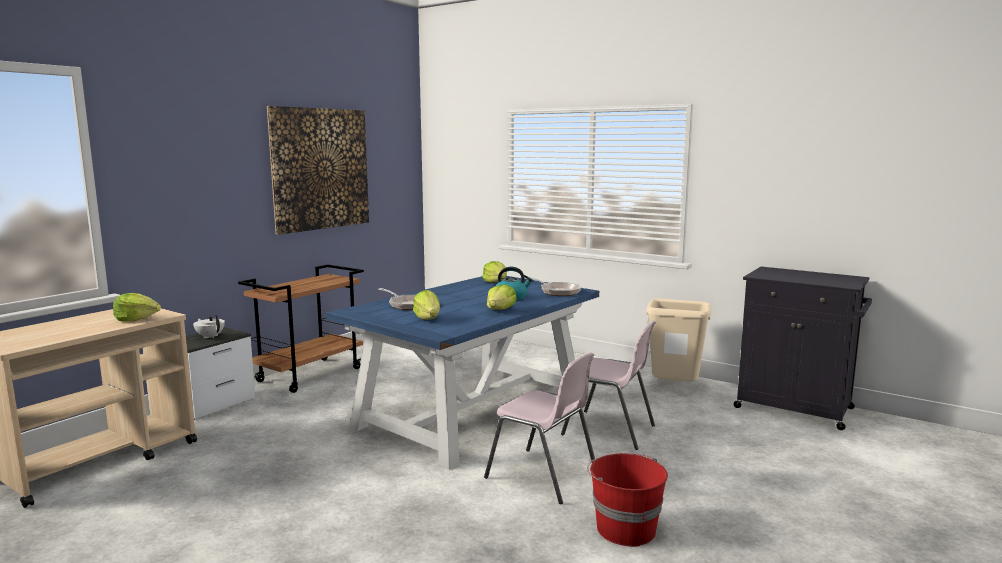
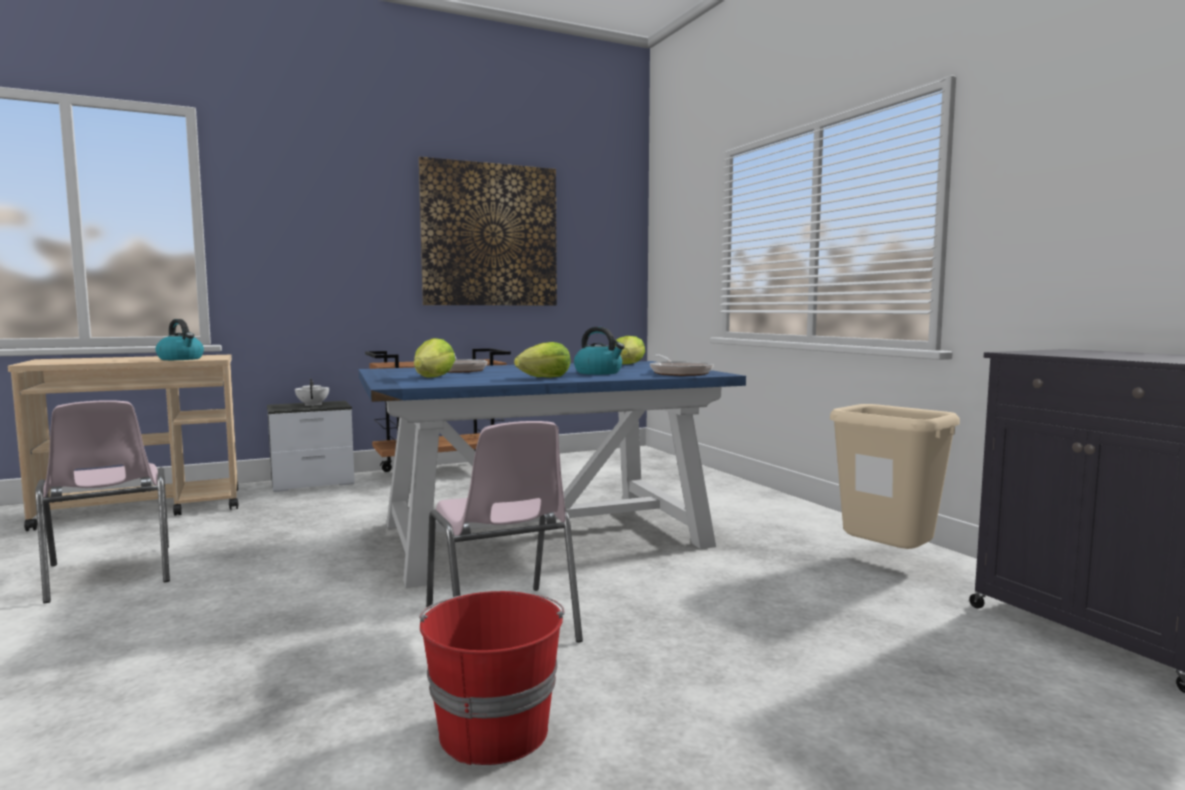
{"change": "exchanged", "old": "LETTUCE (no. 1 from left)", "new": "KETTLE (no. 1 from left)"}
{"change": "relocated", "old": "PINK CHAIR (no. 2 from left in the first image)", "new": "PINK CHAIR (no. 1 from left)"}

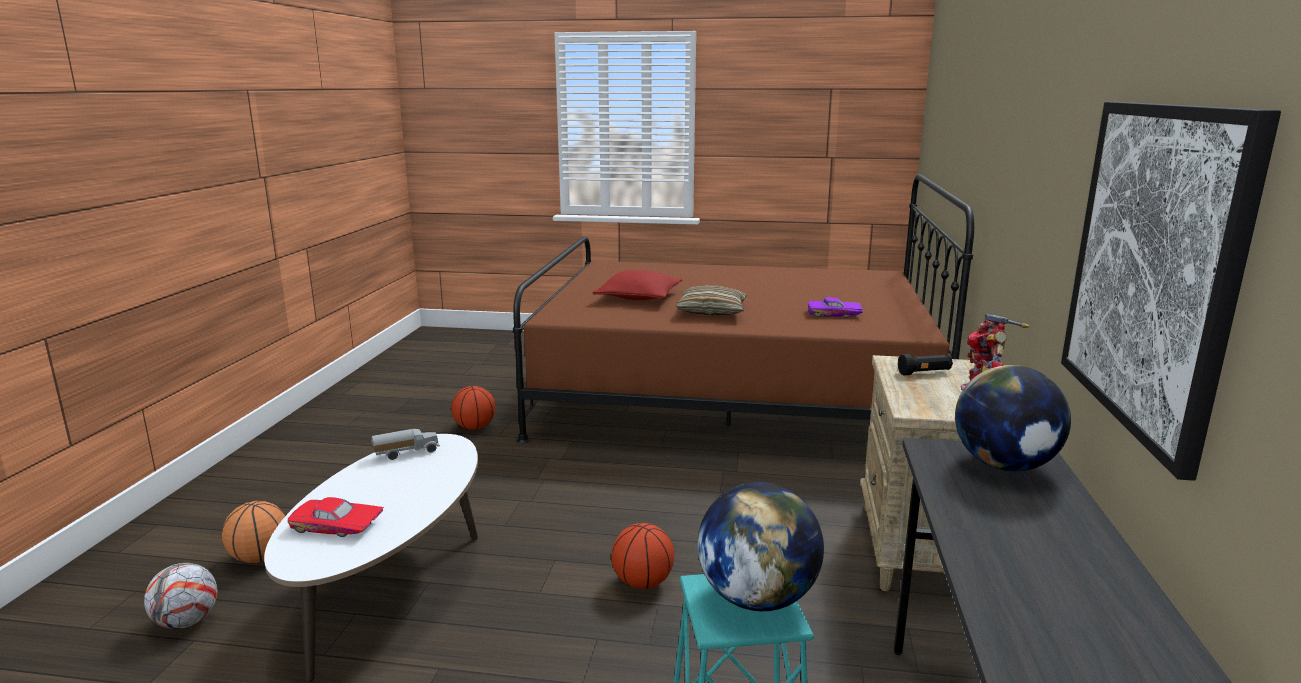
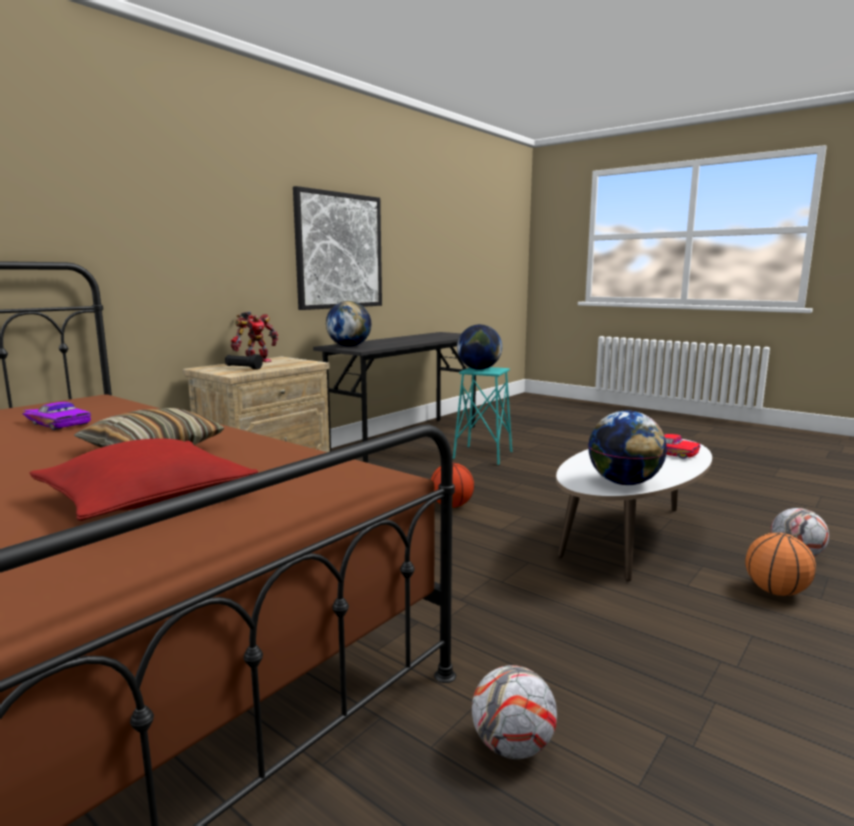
{"change": "exchanged", "old": "TOY TRUCK", "new": "GLOBE (no. 3 from left)"}
{"change": "exchanged", "old": "BASKETBALL (no. 2 from left)", "new": "FOOTBALL (no. 1 from left)"}

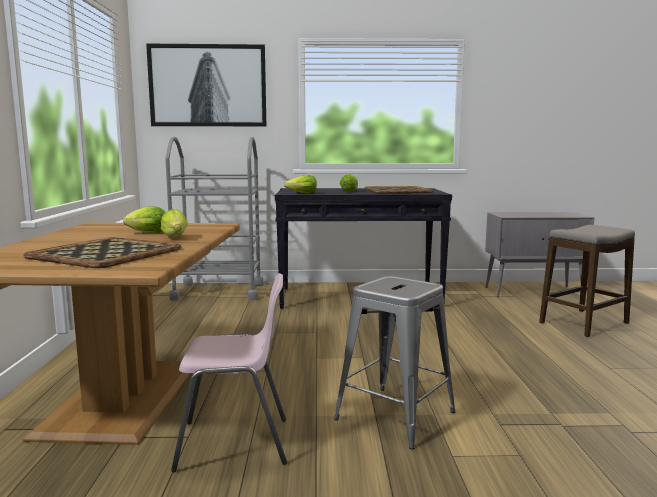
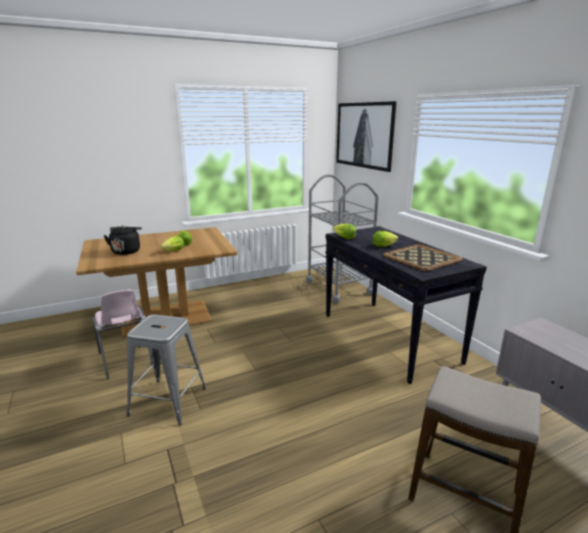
{"change": "exchanged", "old": "TRAY (no. 1 from left)", "new": "BLACK KETTLE"}

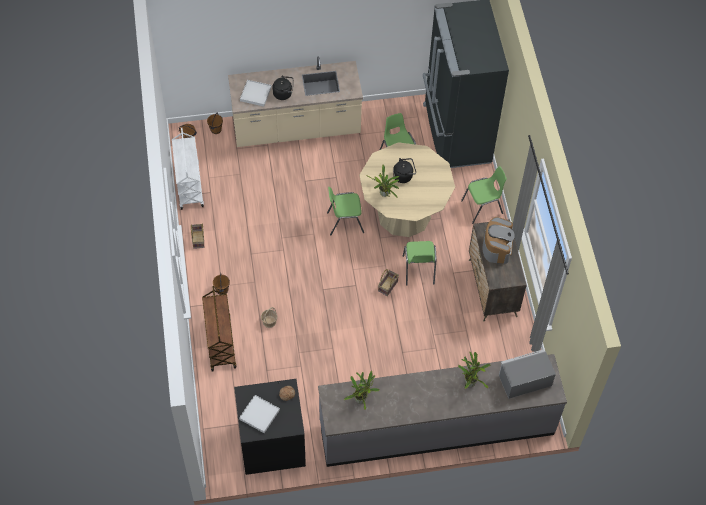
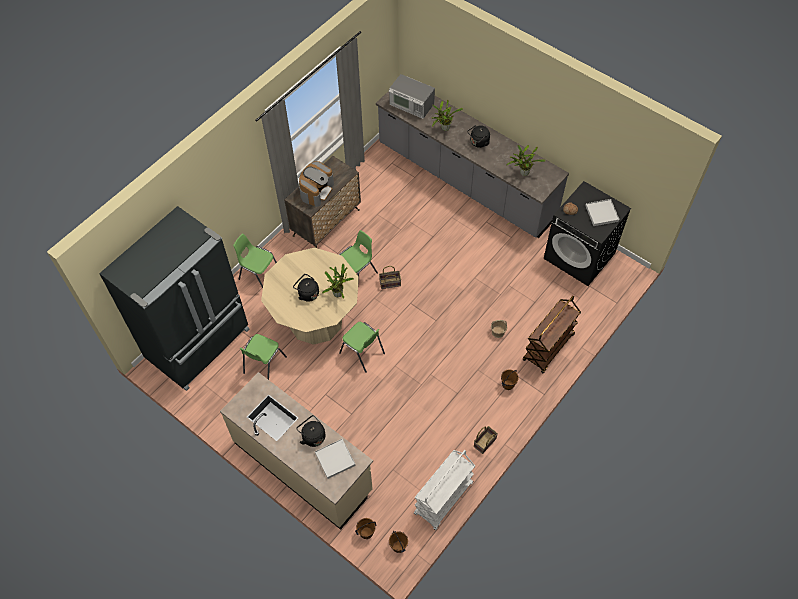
{"change": "spun", "old": "COFFEE MACHINE", "degrees": 150}
{"change": "appeared", "new": "BLACK KETTLE (no. 3 from left)"}

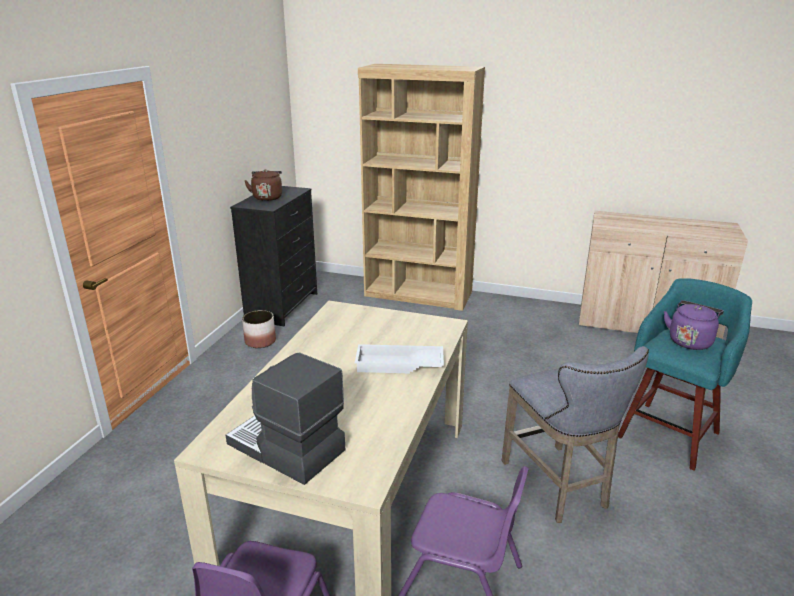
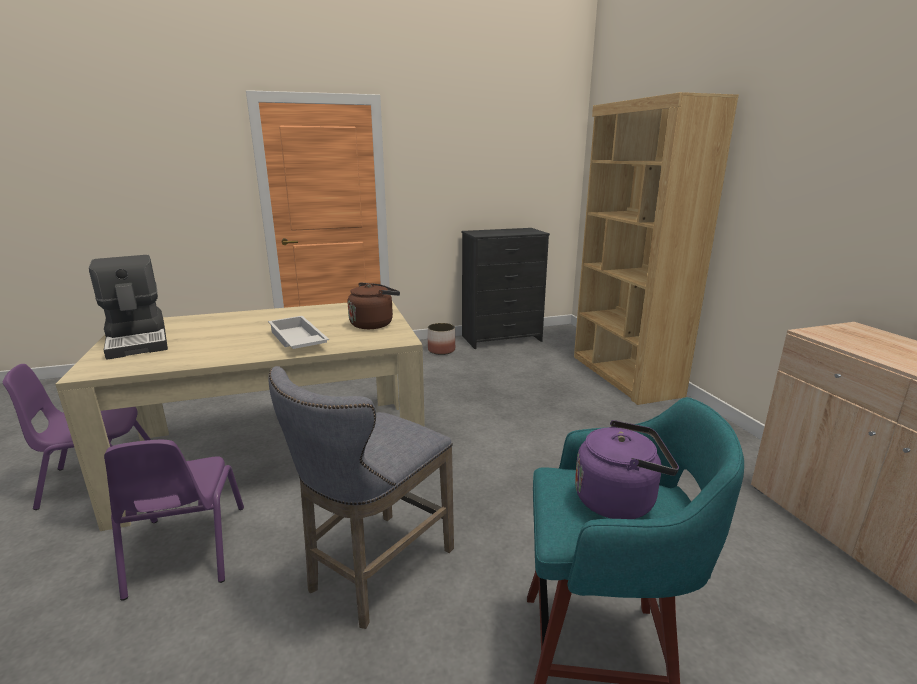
{"change": "spun", "old": "COFFEE MACHINE", "degrees": 150}
{"change": "relocated", "old": "BROWN KETTLE"}

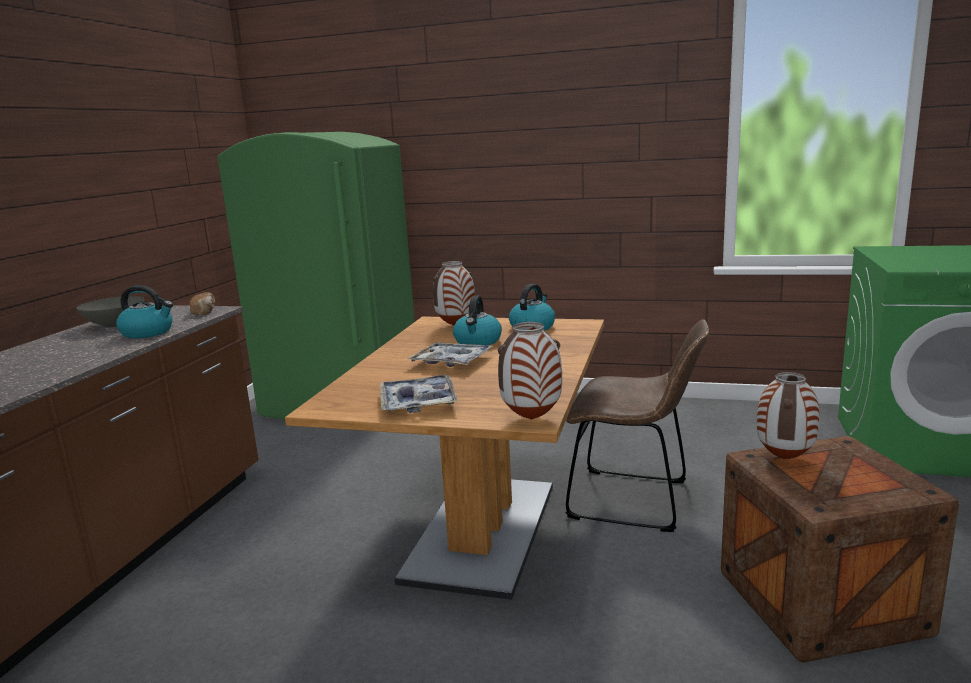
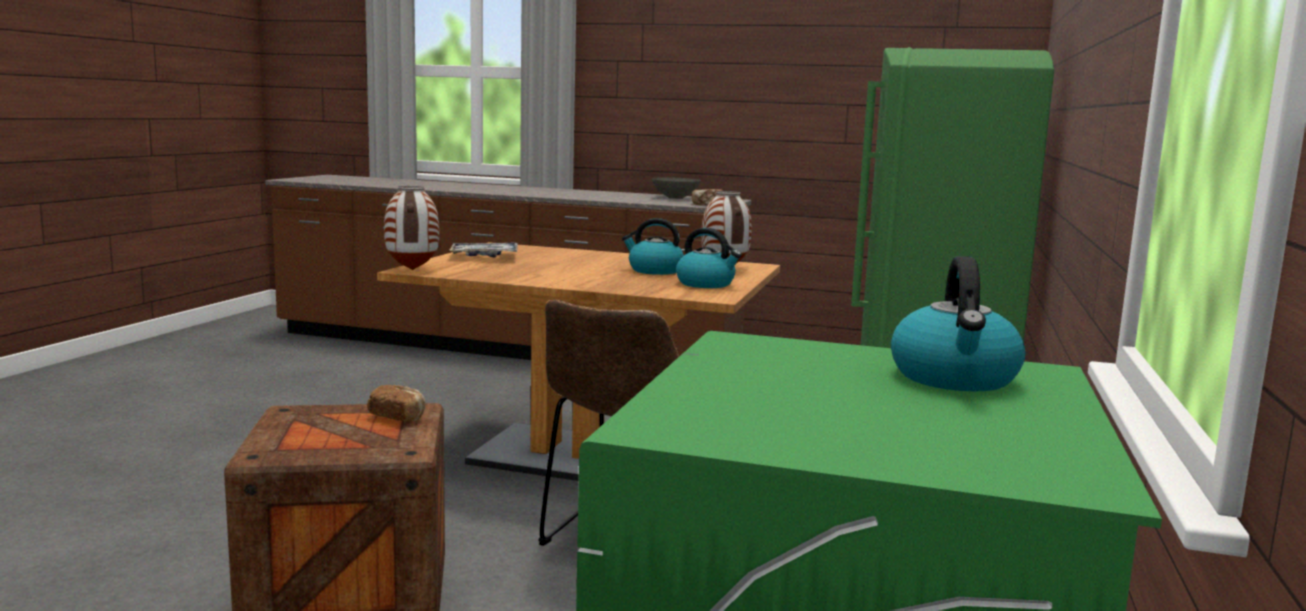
{"change": "relocated", "old": "KETTLE (no. 1 from left in the first image)", "new": "KETTLE (no. 3 from left)"}
{"change": "missing", "old": "TRAY (no. 2 from left)"}
{"change": "exchanged", "old": "VASE (no. 3 from left)", "new": "BREAD (no. 1 from left)"}

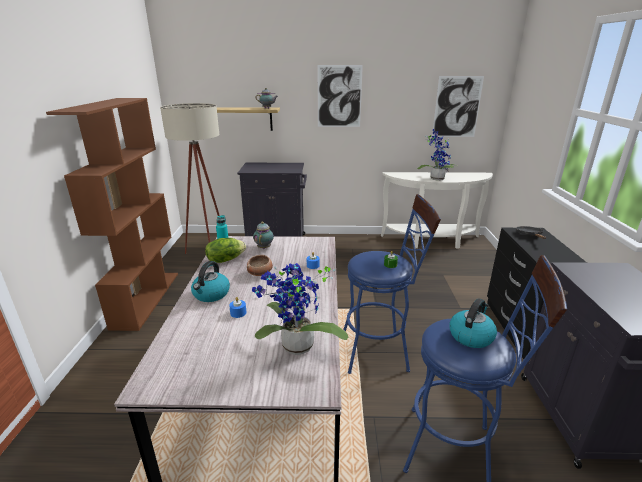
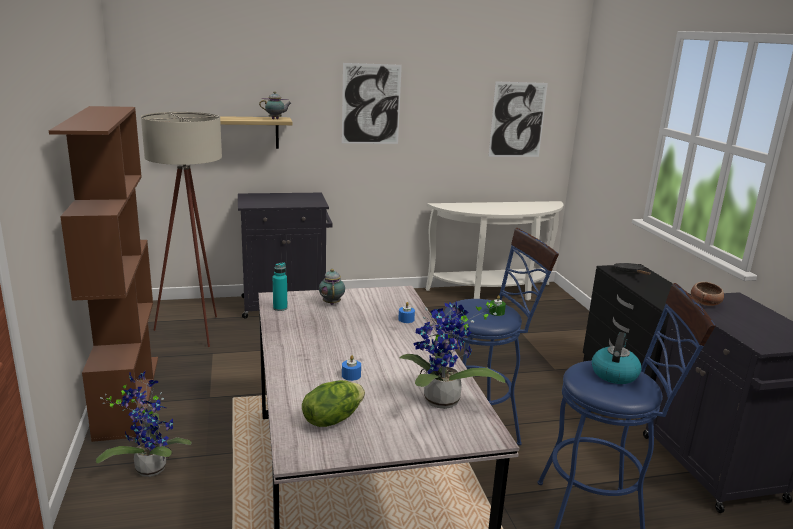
{"change": "missing", "old": "KETTLE (no. 1 from left)"}
{"change": "relocated", "old": "LETTUCE"}
{"change": "relocated", "old": "BOWL"}
{"change": "relocated", "old": "POTTED PLANT (no. 2 from left in the first image)", "new": "POTTED PLANT (no. 1 from left)"}

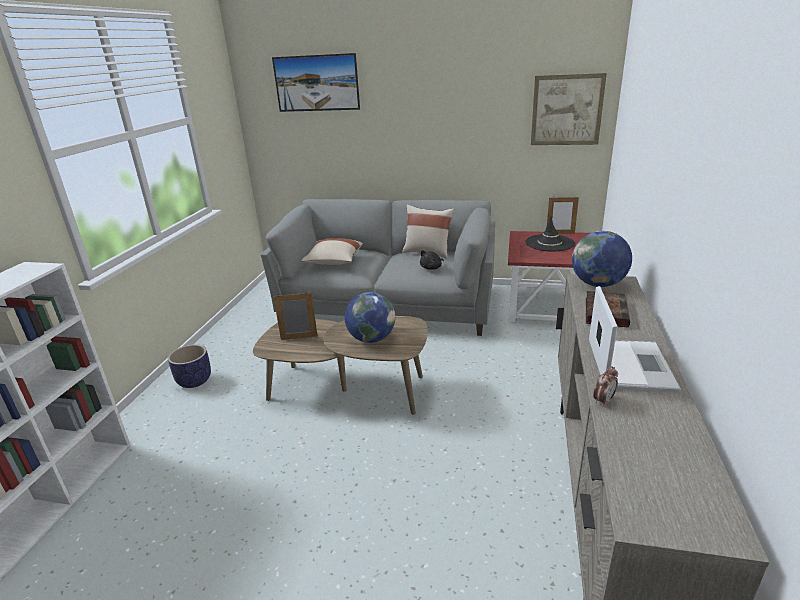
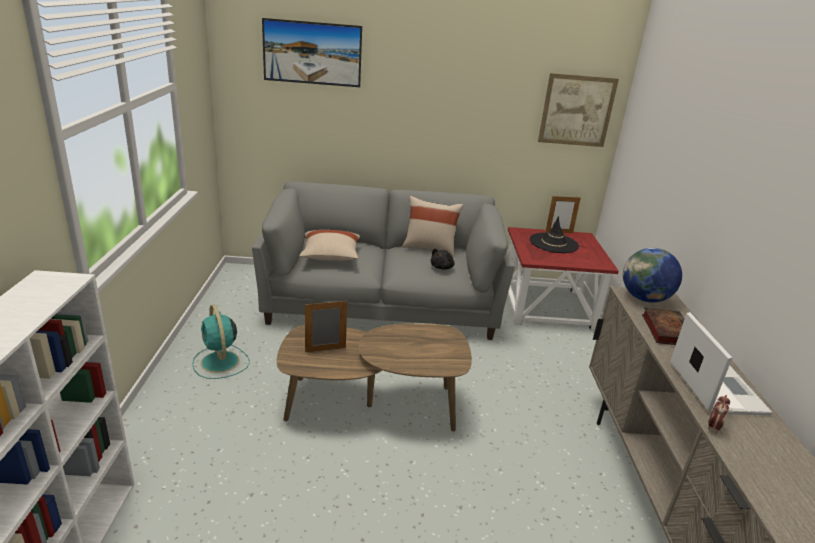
{"change": "missing", "old": "PLANTER"}
{"change": "missing", "old": "GLOBE (no. 1 from left)"}
{"change": "appeared", "new": "TURQUOISE FAN"}

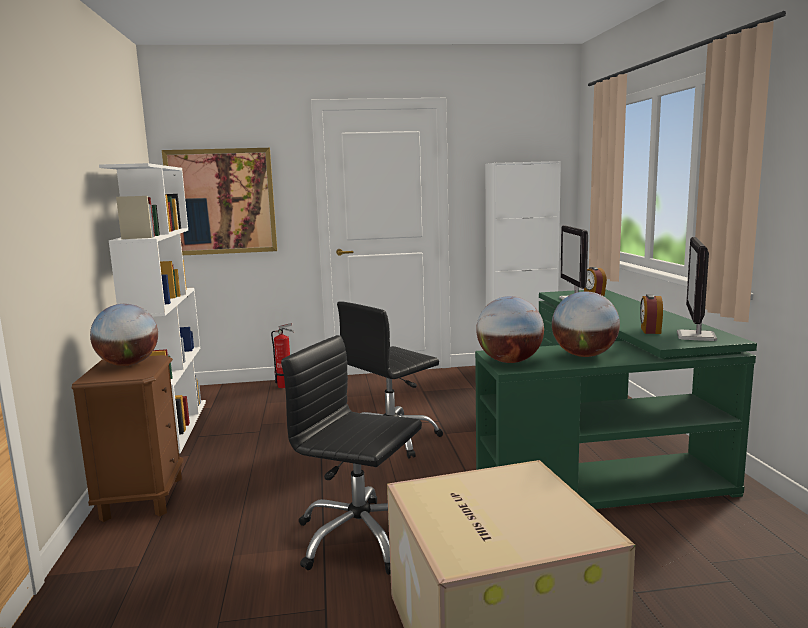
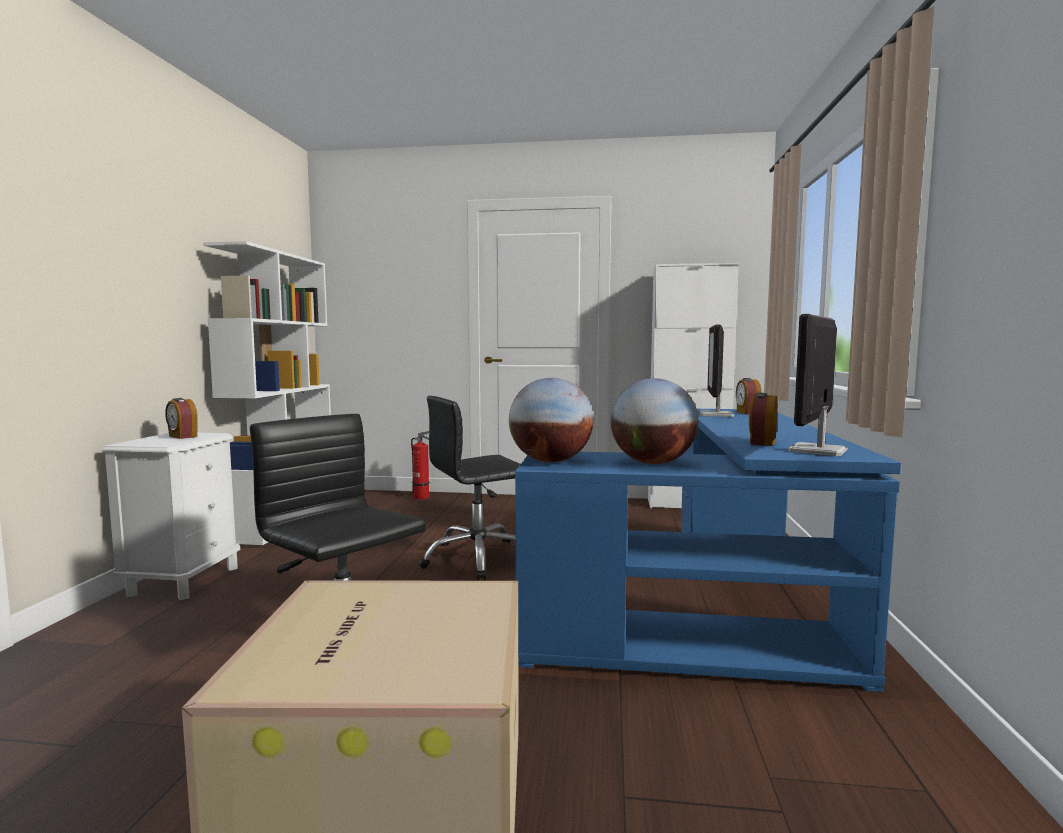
{"change": "colour", "old": "BROWN NIGHTSTAND", "new": "WHITE NIGHTSTAND"}
{"change": "exchanged", "old": "GLOBE (no. 1 from left)", "new": "ALARM CLOCK (no. 1 from left)"}
{"change": "missing", "old": "PICTURE"}
{"change": "colour", "old": "GREEN DESK", "new": "BLUE DESK"}

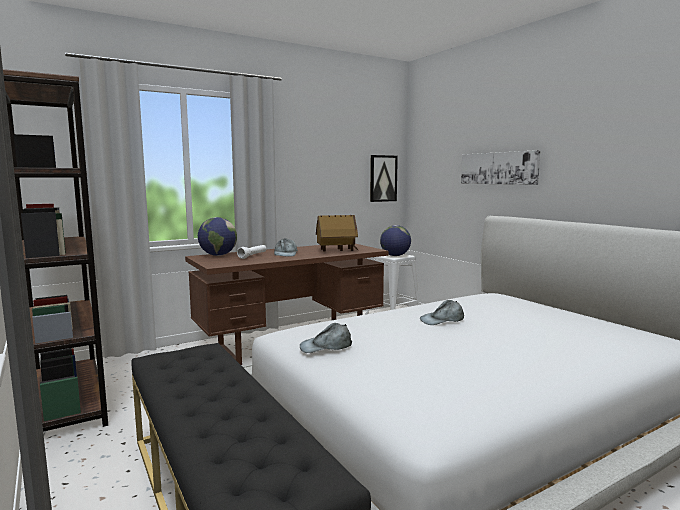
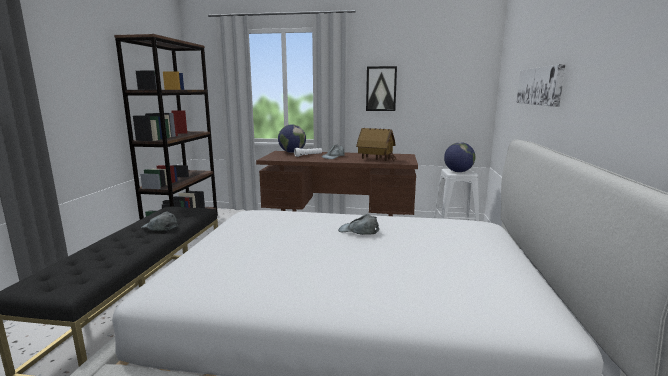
{"change": "relocated", "old": "GREY CAP (no. 2 from left in the first image)", "new": "GREY CAP (no. 1 from left)"}
{"change": "relocated", "old": "PICTURE (no. 1 from left)"}

